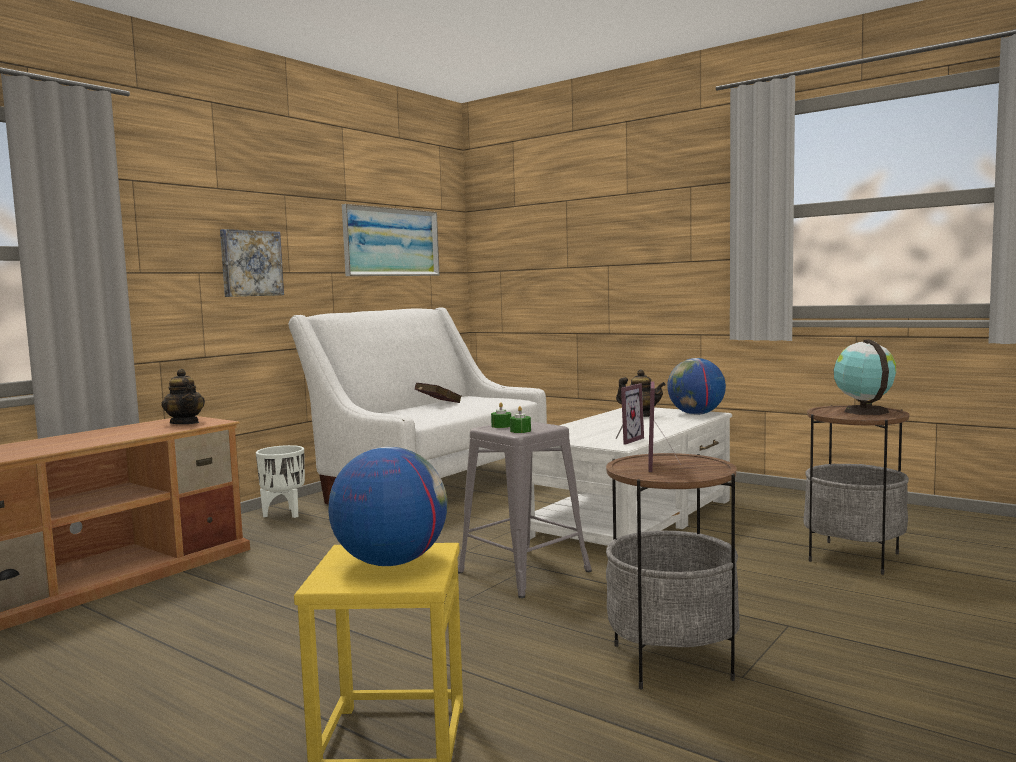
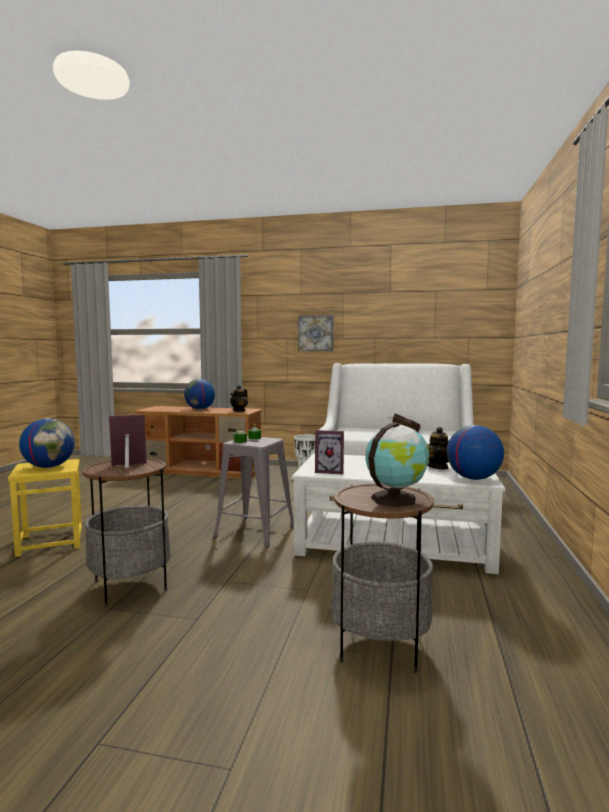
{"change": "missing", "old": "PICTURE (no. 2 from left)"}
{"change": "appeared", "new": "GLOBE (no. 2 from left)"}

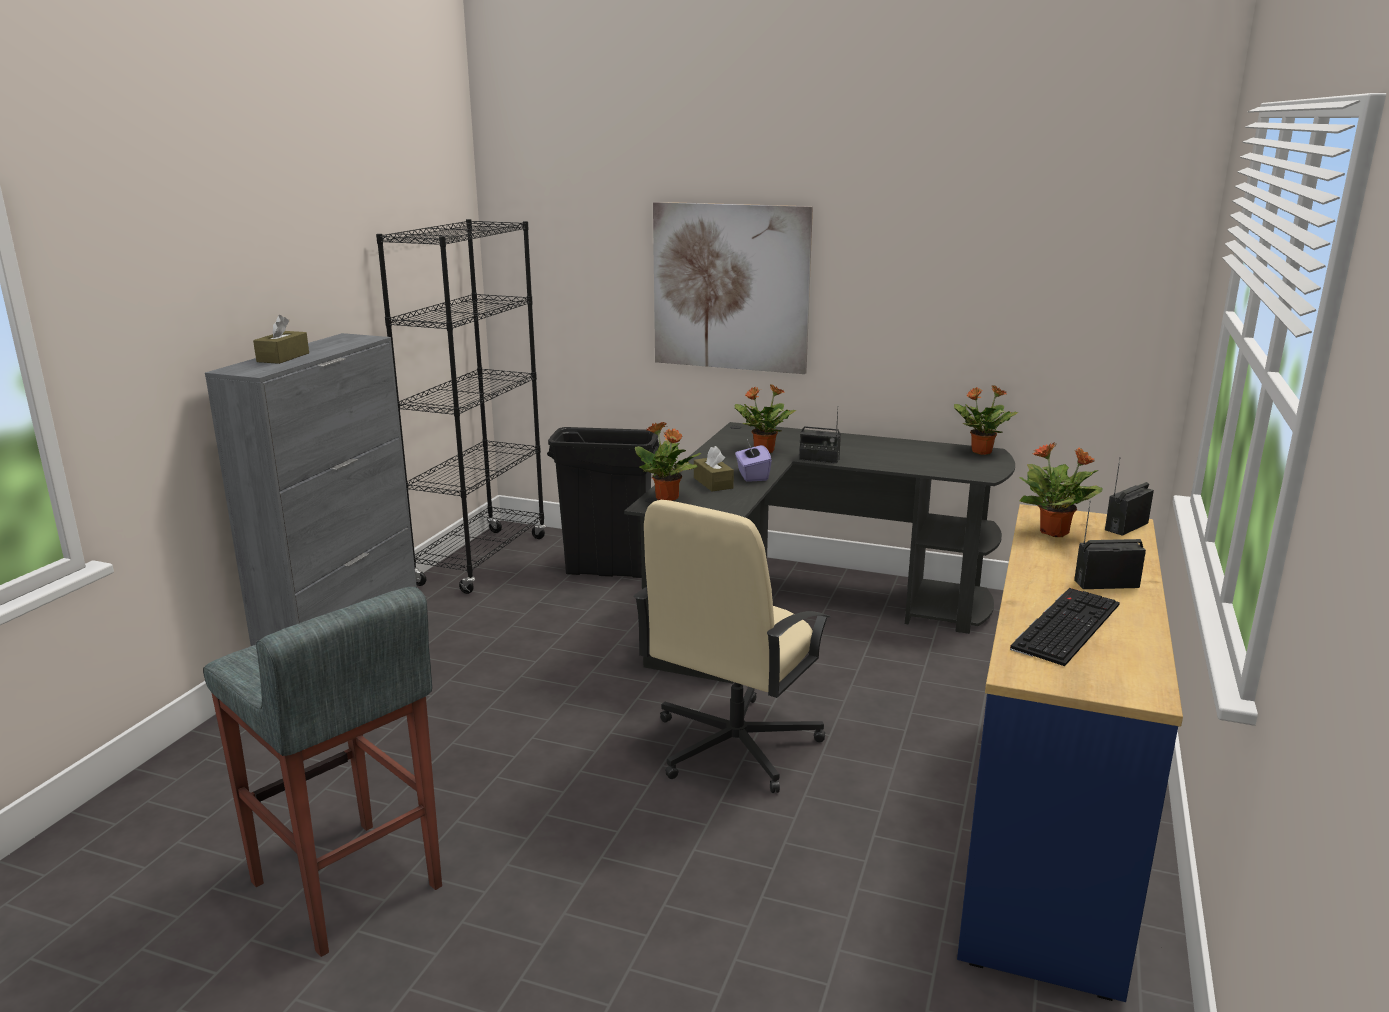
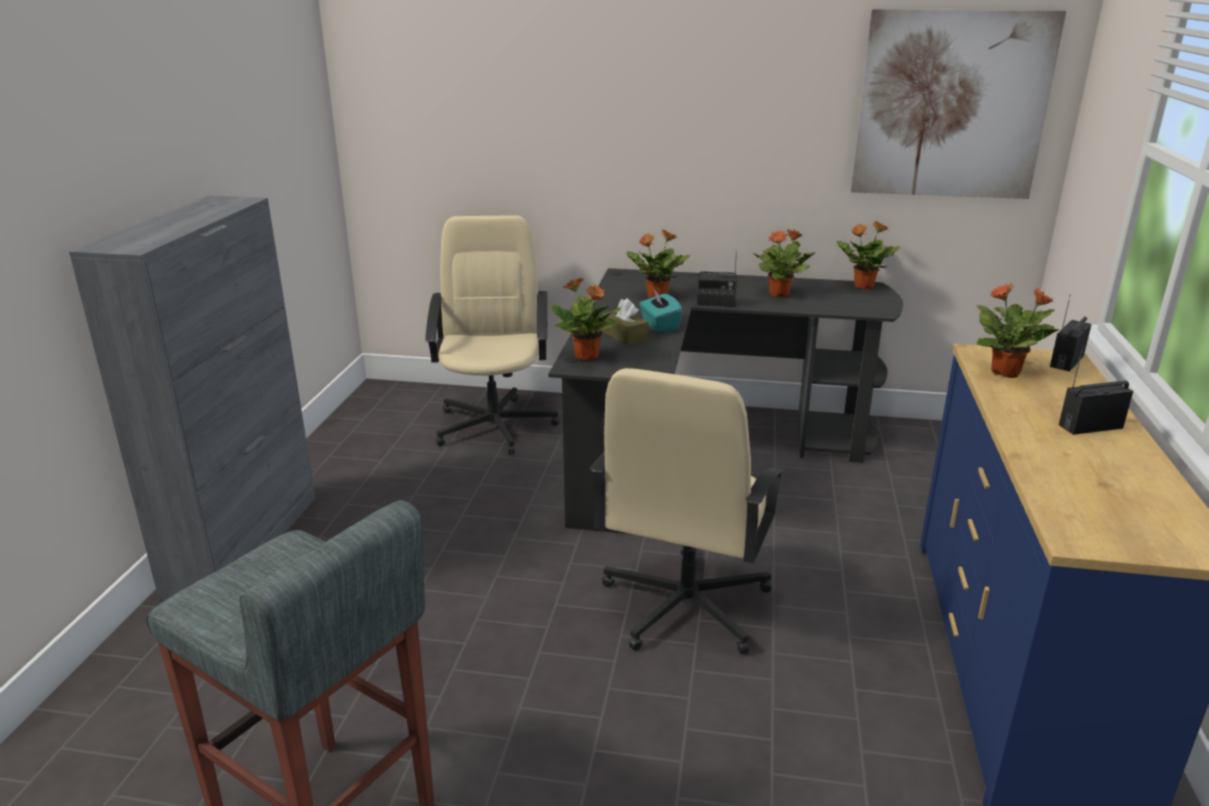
{"change": "missing", "old": "BROWN TISSUE BOX (no. 1 from left)"}
{"change": "missing", "old": "BLACK BOOKCASE"}
{"change": "exchanged", "old": "BLACK TRASH CAN", "new": "BEIGE OFFICE CHAIR (no. 1 from left)"}
{"change": "relocated", "old": "PICTURE"}
{"change": "colour", "old": "PURPLE TISSUE BOX", "new": "TURQUOISE TISSUE BOX"}
{"change": "missing", "old": "KEYBOARD"}
{"change": "appeared", "new": "POTTED PLANT (no. 3 from left)"}

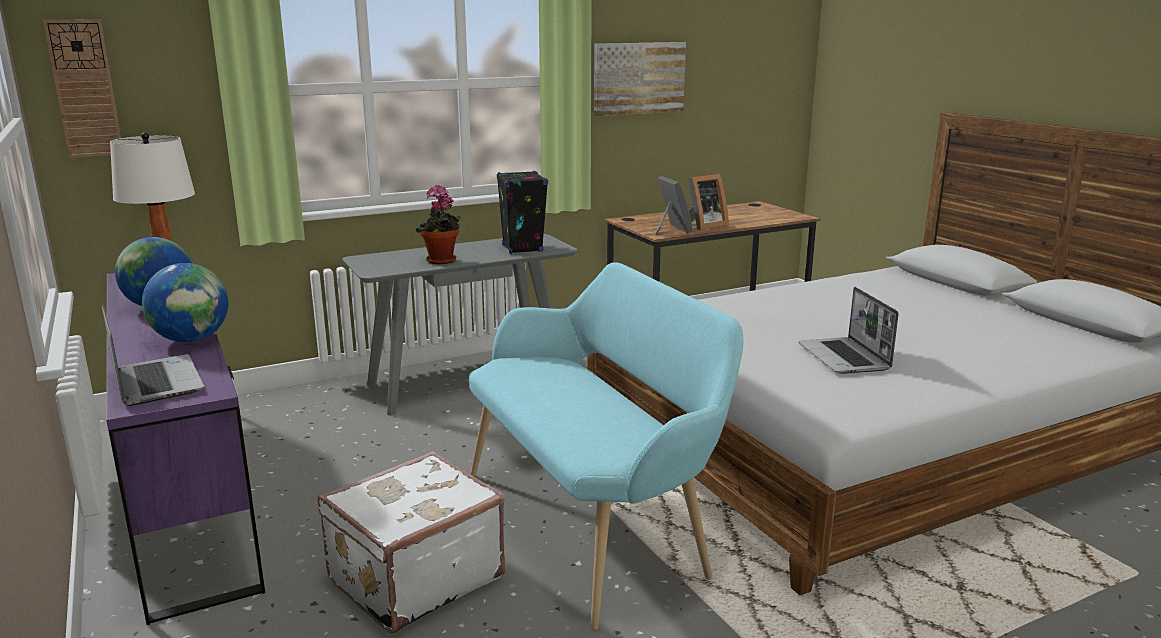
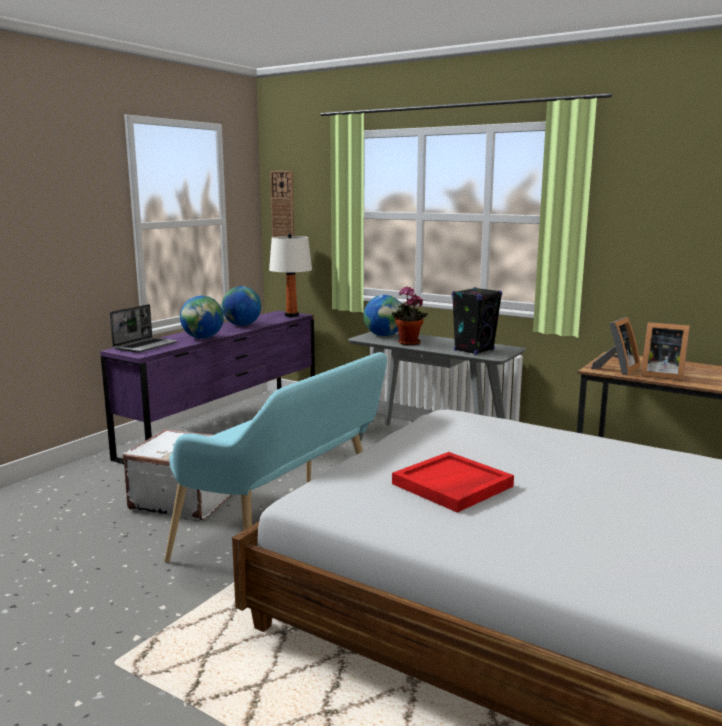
{"change": "missing", "old": "PICTURE"}
{"change": "exchanged", "old": "LAPTOP (no. 2 from left)", "new": "RED TRAY"}
{"change": "appeared", "new": "GLOBE (no. 3 from left)"}

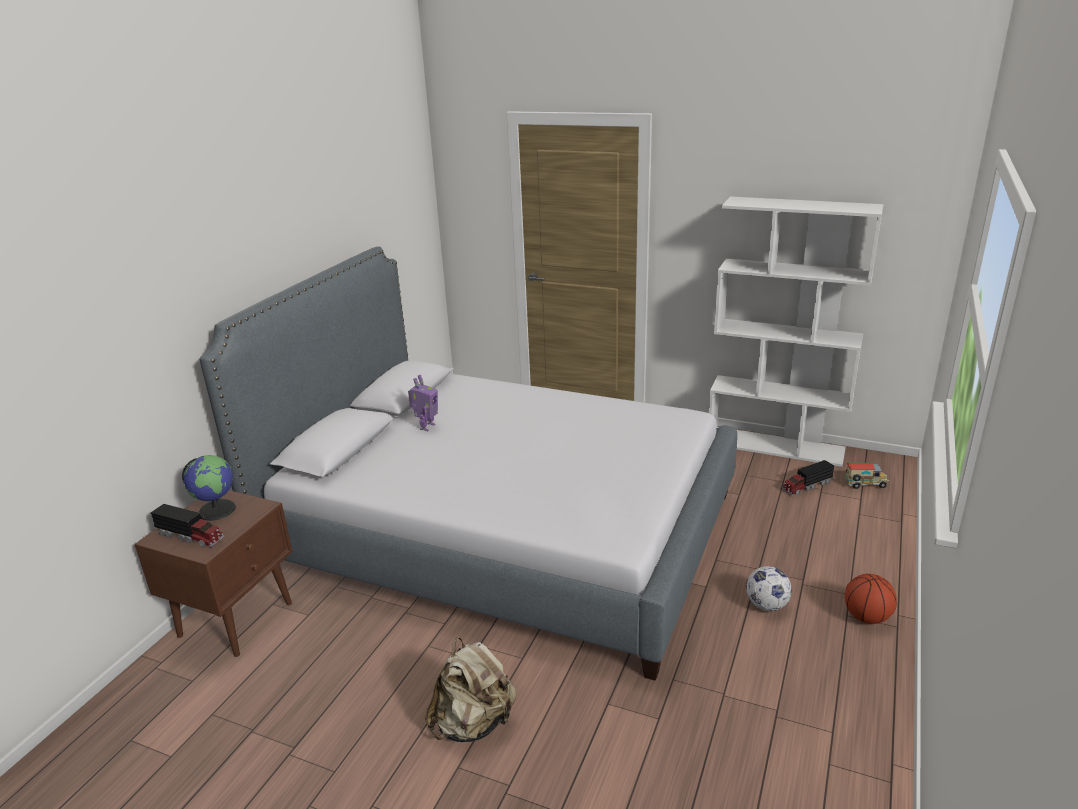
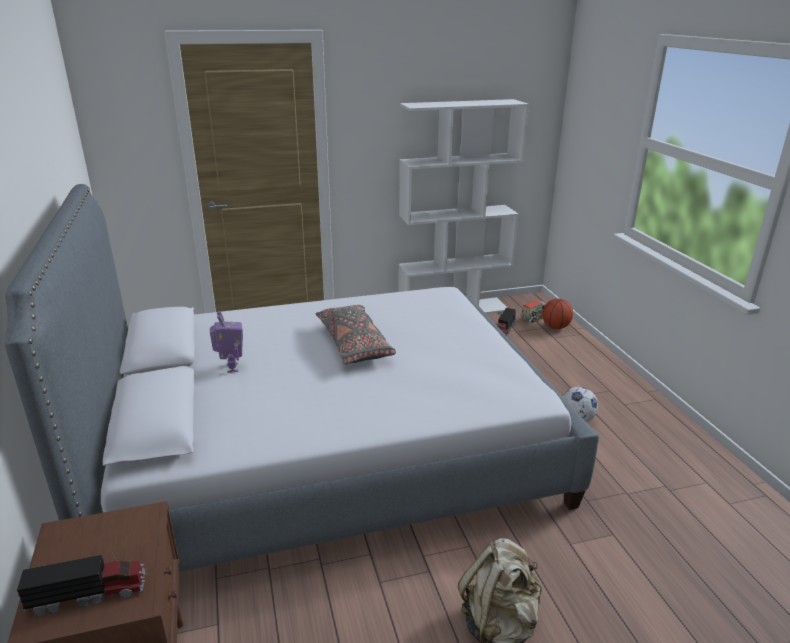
{"change": "missing", "old": "GLOBE"}
{"change": "relocated", "old": "BASKETBALL"}
{"change": "appeared", "new": "GREY PILLOW"}

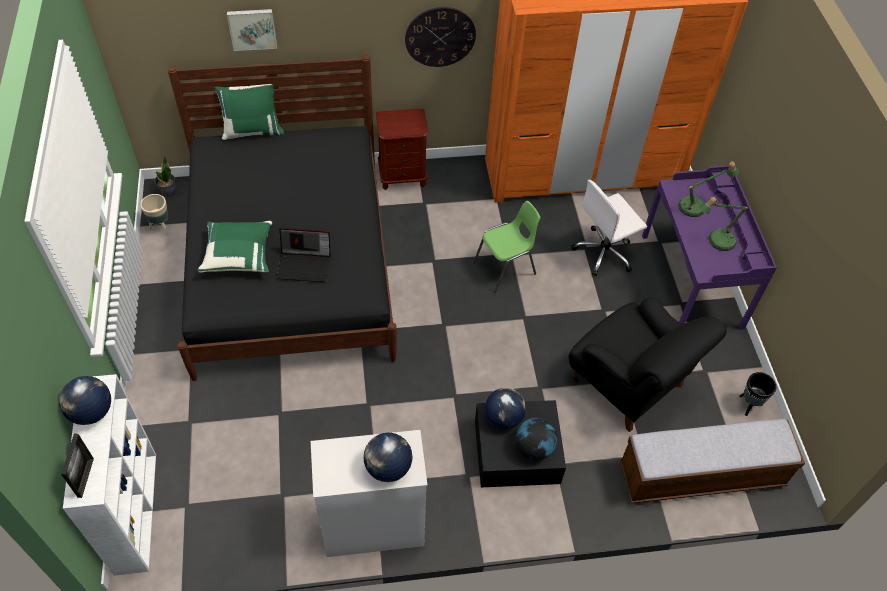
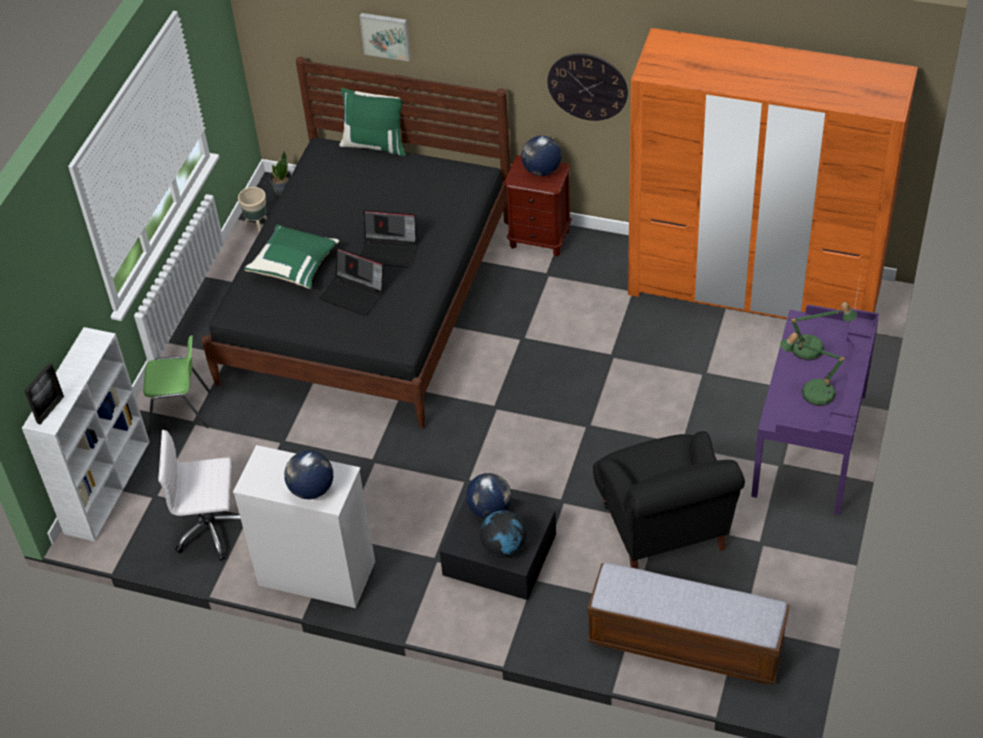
{"change": "relocated", "old": "GLOBE (no. 1 from left in the first image)", "new": "GLOBE (no. 4 from left)"}
{"change": "relocated", "old": "GREEN CHAIR"}
{"change": "relocated", "old": "WHITE OFFICE CHAIR"}
{"change": "missing", "old": "BLACK PLANTER"}
{"change": "appeared", "new": "LAPTOP (no. 2 from left)"}

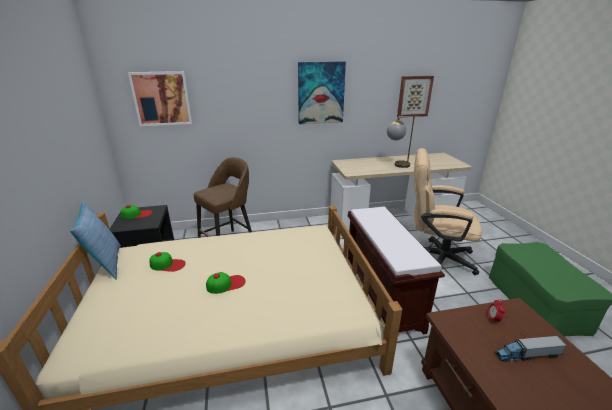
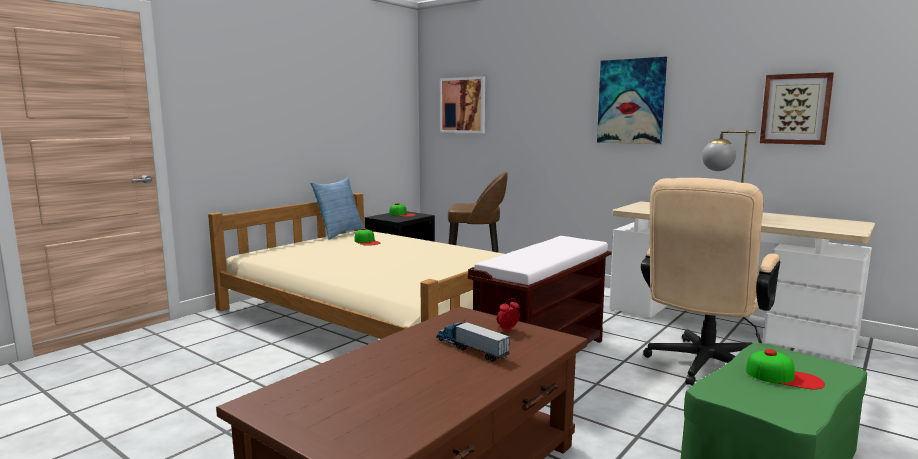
{"change": "relocated", "old": "CAP (no. 3 from left)"}
{"change": "spun", "old": "BEIGE OFFICE CHAIR", "degrees": -120}

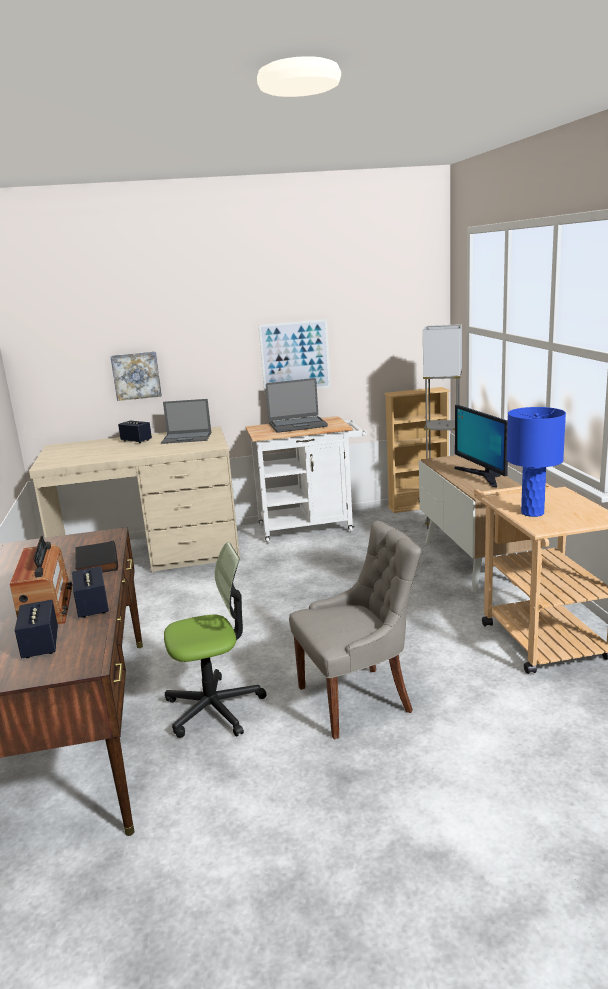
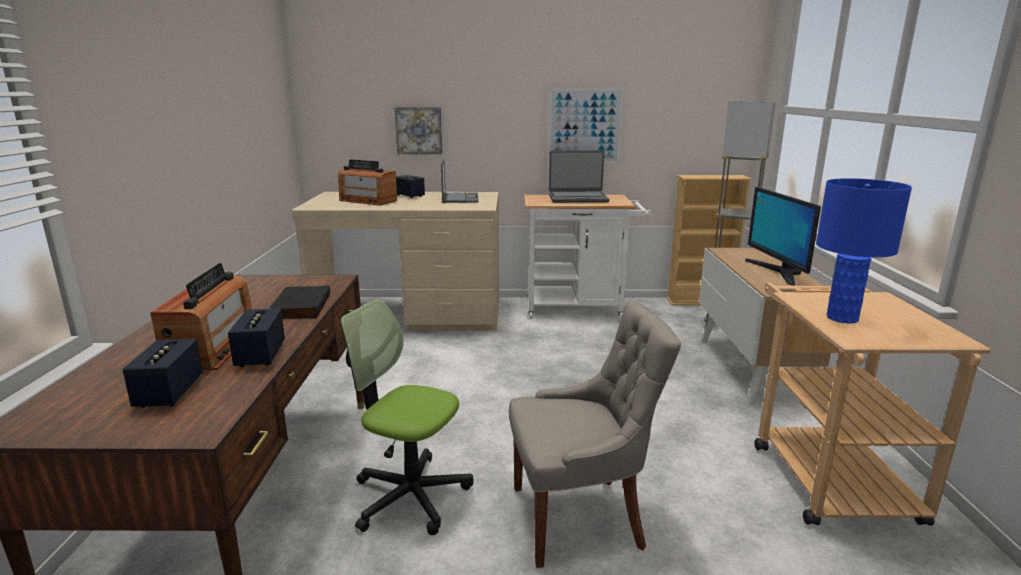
{"change": "spun", "old": "LAPTOP (no. 1 from left)", "degrees": -105}
{"change": "spun", "old": "OFFICE CHAIR", "degrees": -150}
{"change": "appeared", "new": "RADIO (no. 2 from left)"}

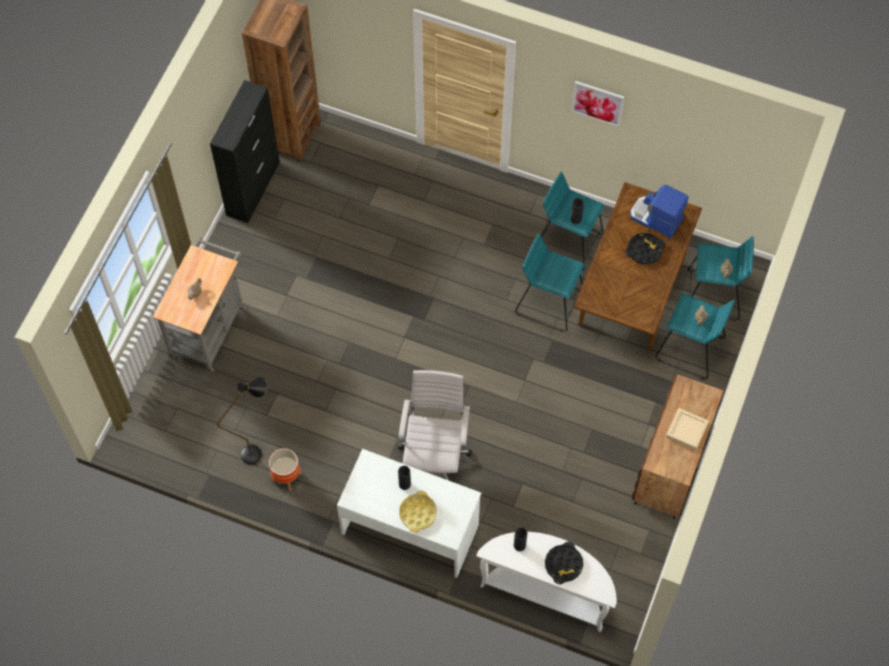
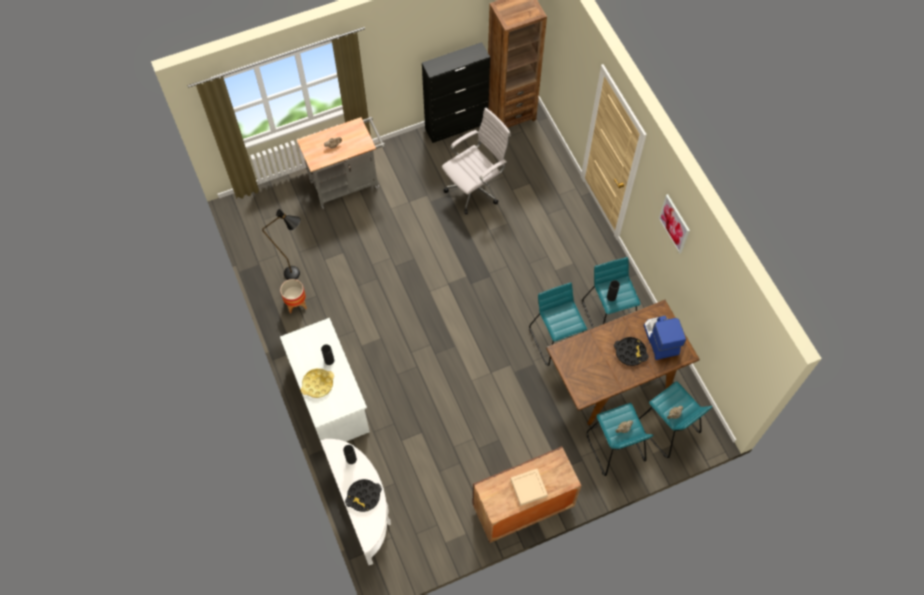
{"change": "relocated", "old": "WHITE OFFICE CHAIR"}

